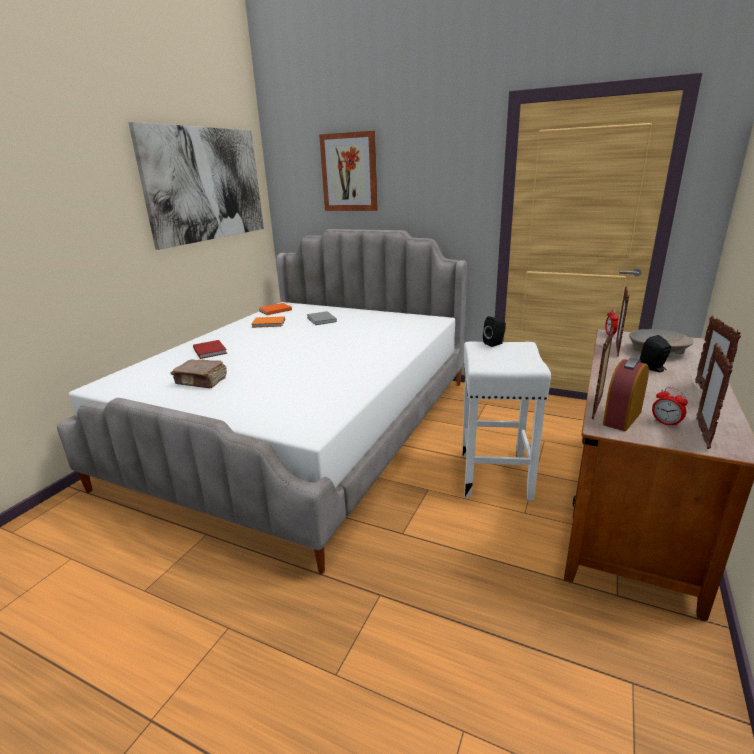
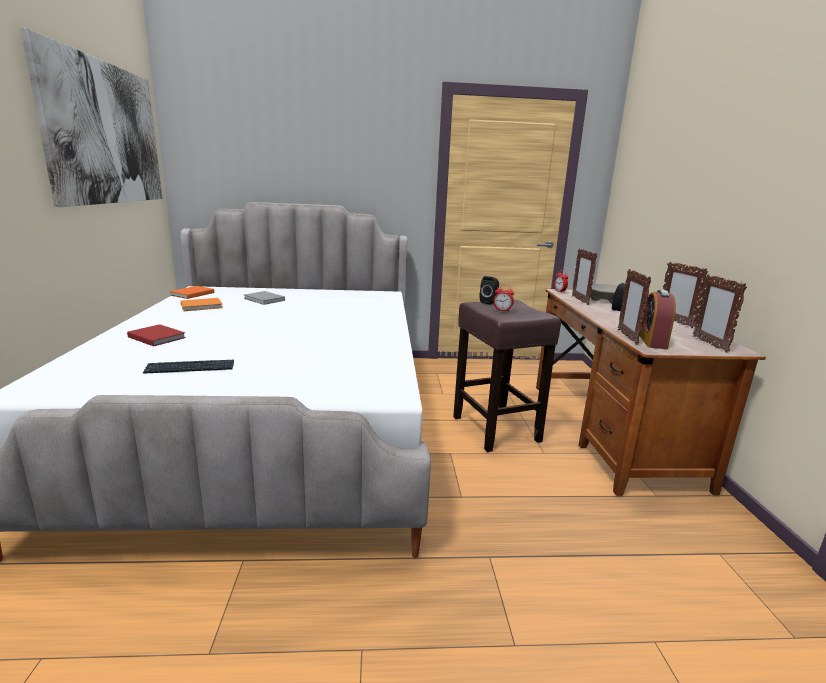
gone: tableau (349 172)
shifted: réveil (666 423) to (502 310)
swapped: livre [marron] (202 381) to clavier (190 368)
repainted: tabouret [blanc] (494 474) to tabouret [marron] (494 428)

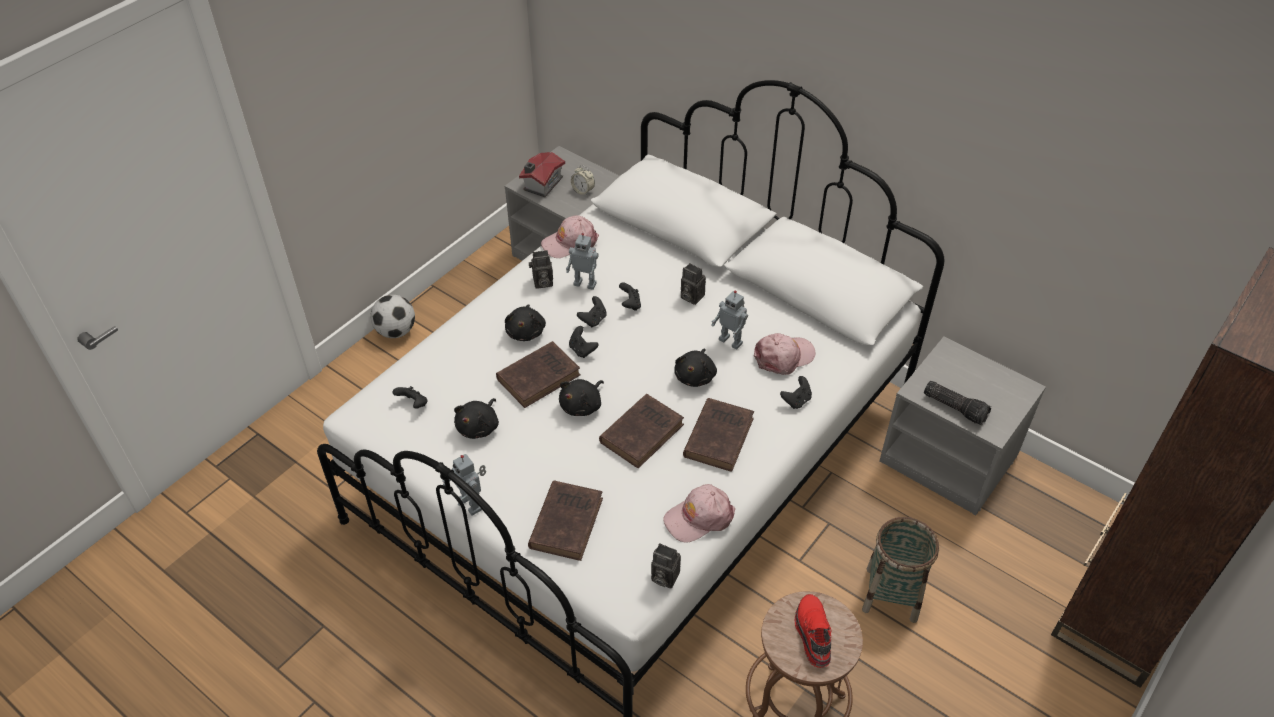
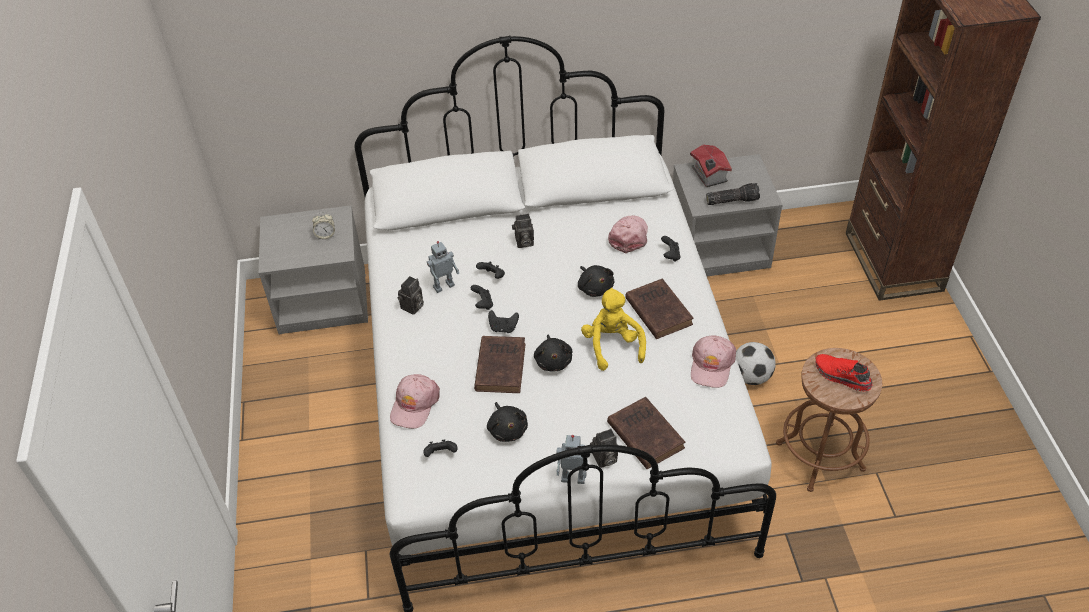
gone: peluche [noir] (526 331); robot jouet (731 341); panier (891 594)
shifted: ballon de foot (396 331) to (751 377); maison miniature (541 184) to (708 175); casquette [rose] (570 242) to (414 405); appareil photo (663 577) to (604 459)
swapped: livre [marron] (643 432) to peluche [jaune] (612 345)

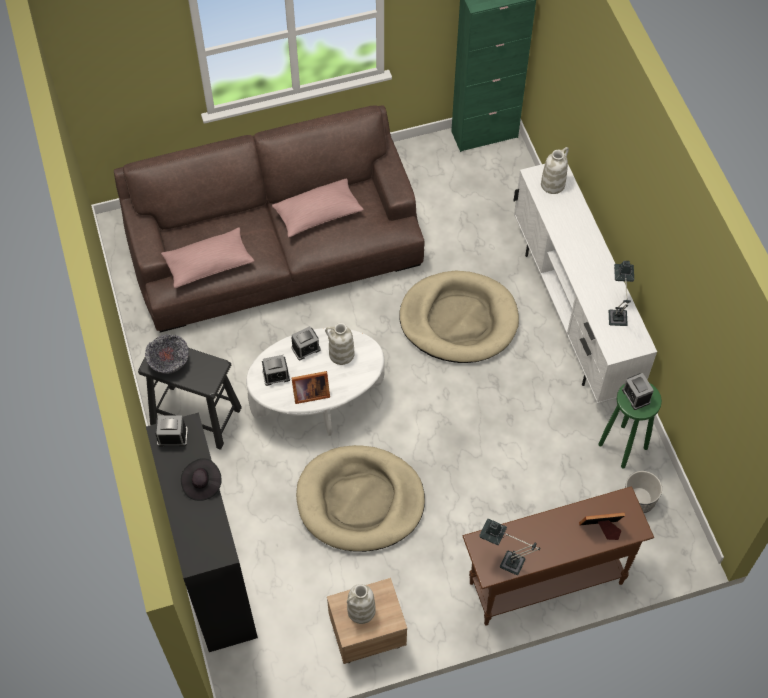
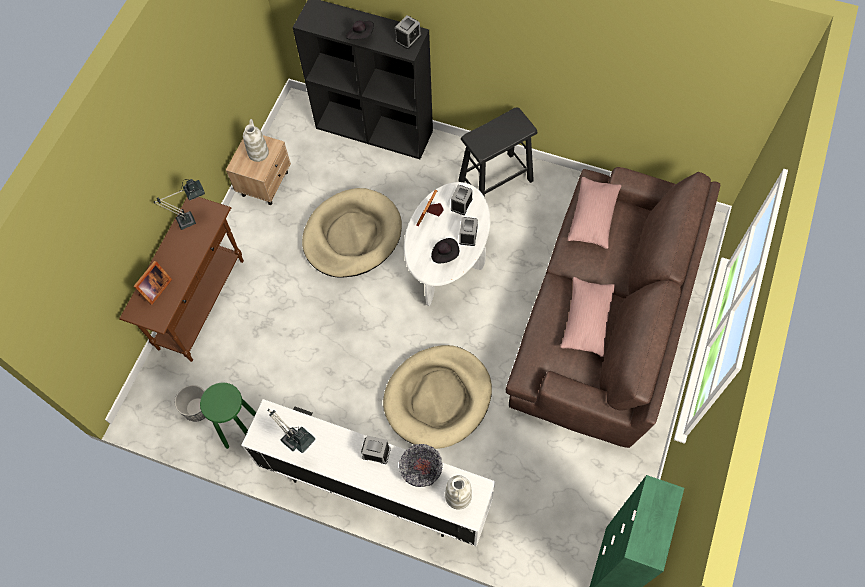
shifted: bol (169 362) to (421 469); réveil (636 396) to (376 452)
swapped: vase [blanc] (341 354) to chapeau [noir] (445 254)

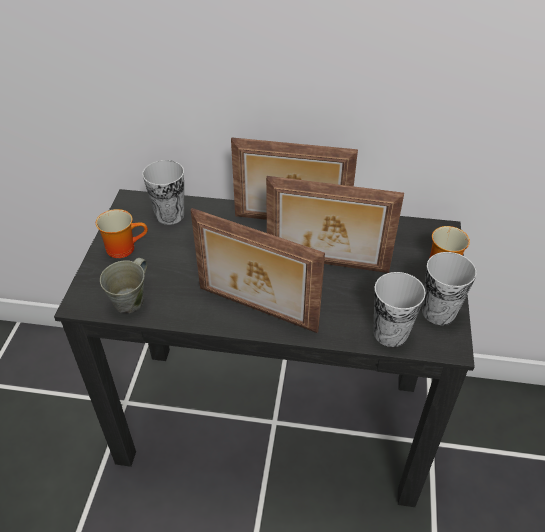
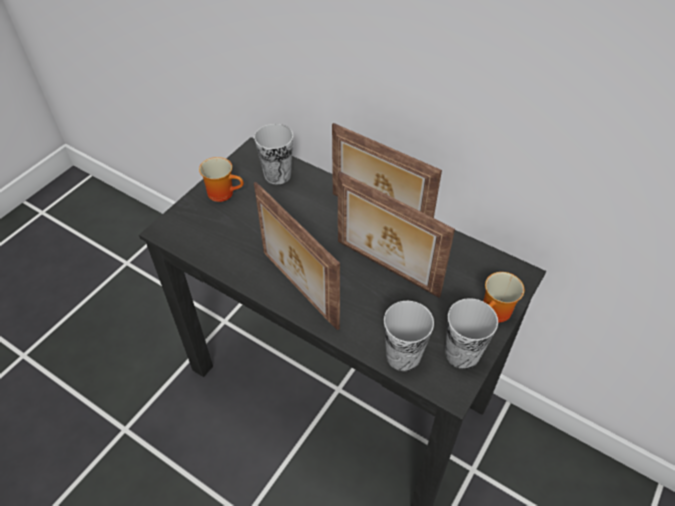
gone: mug [gris] (131 300)

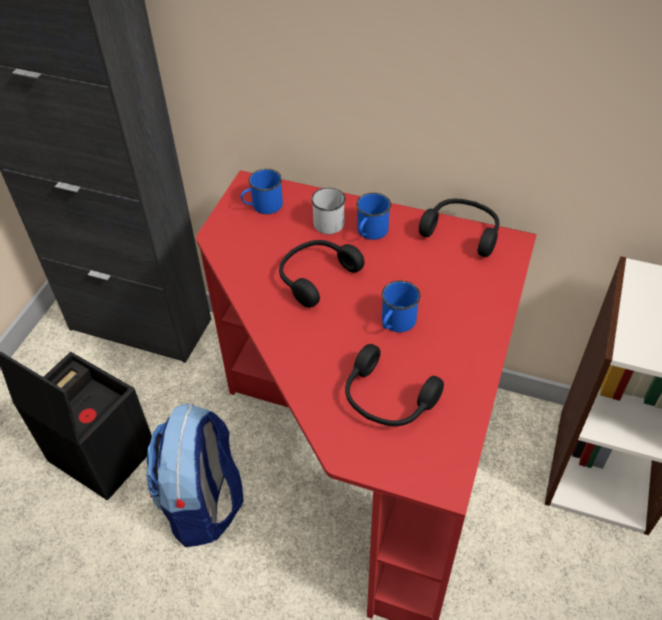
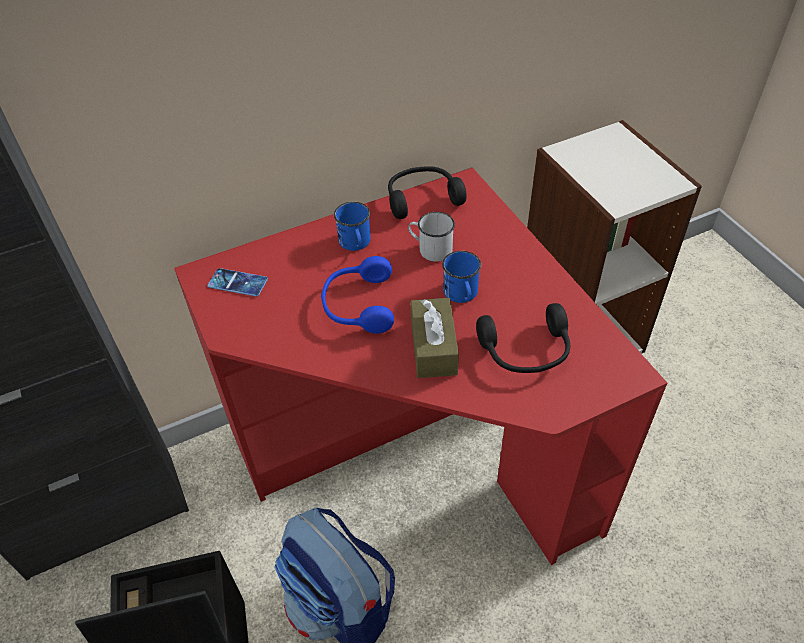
new: boîte à mouchoirs [marron] (433 347)
shifted: mug [blanc] (327 220) to (430 249)
swapped: mug [bleu] (263 206) to téléphone (237 283)
repainted: casque audio [noir] (316 276) to casque audio [bleu] (358 305)

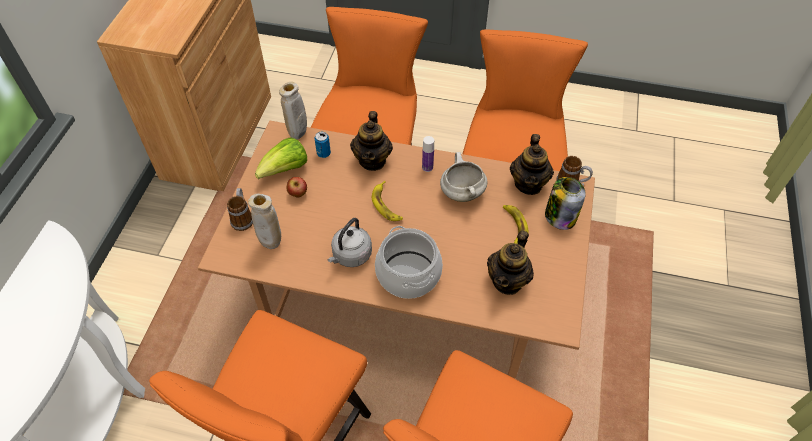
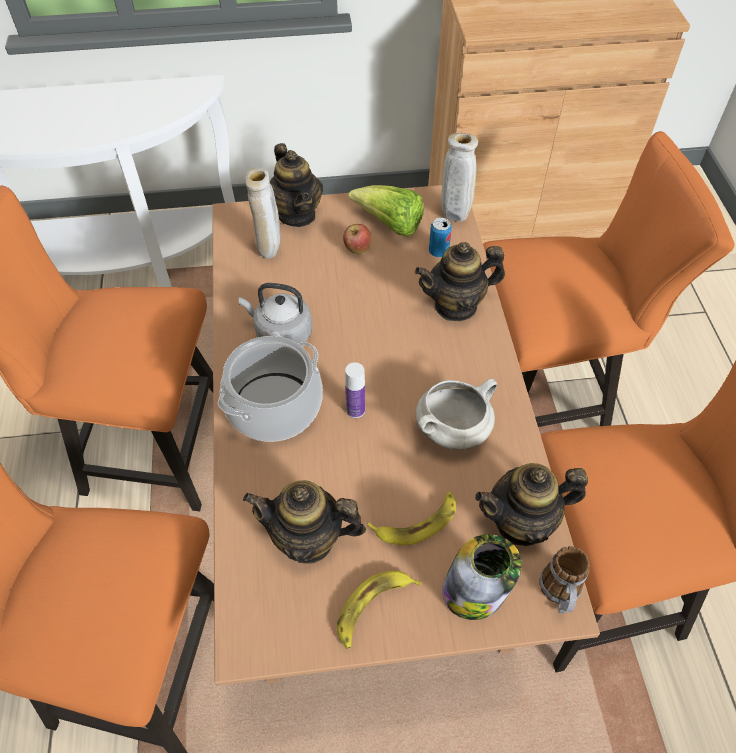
shifted: banane (386 205) to (373 608); bouteille (427 167) to (355 410)
swapped: mug (243 218) to théière (297 214)

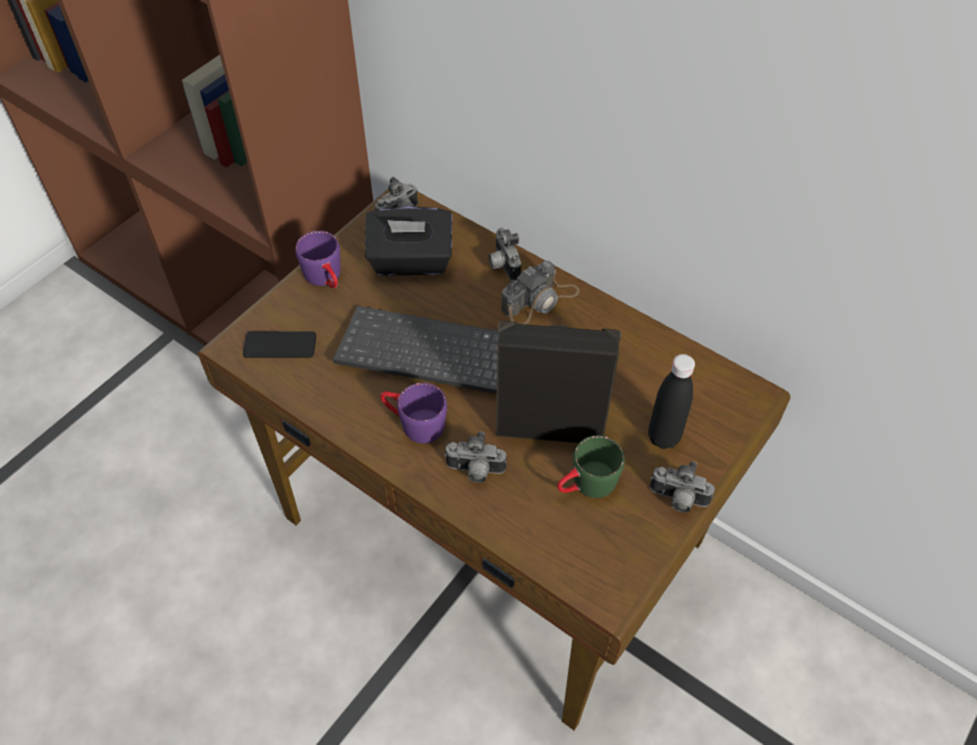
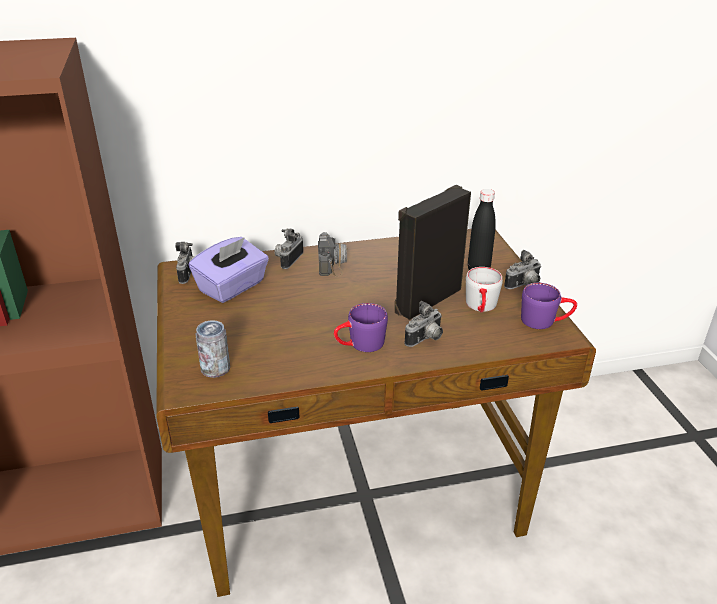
gone: clavier (422 354)
shifted: mug [violet] (326 278) to (545 321)
swapped: téléphone (280 345) to boîte métallique (215 369)
repainted: boîte à mouchoirs [noir] (411 261) to boîte à mouchoirs [violet] (232 287); mug [vert] (586 485) to mug [gris] (481 307)
rotated: appareil photo (502 265) = (288 259) 90 degrees clockwise

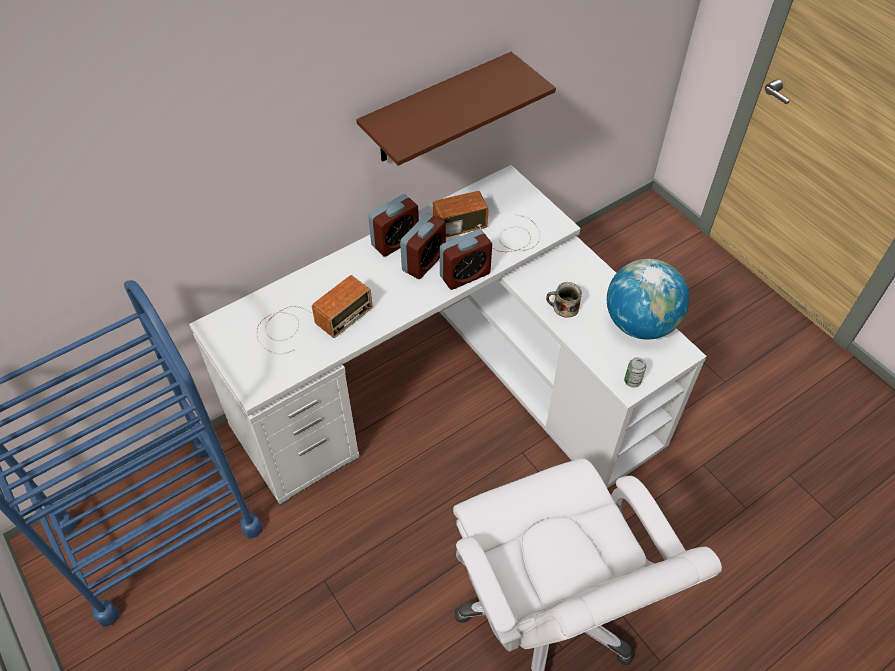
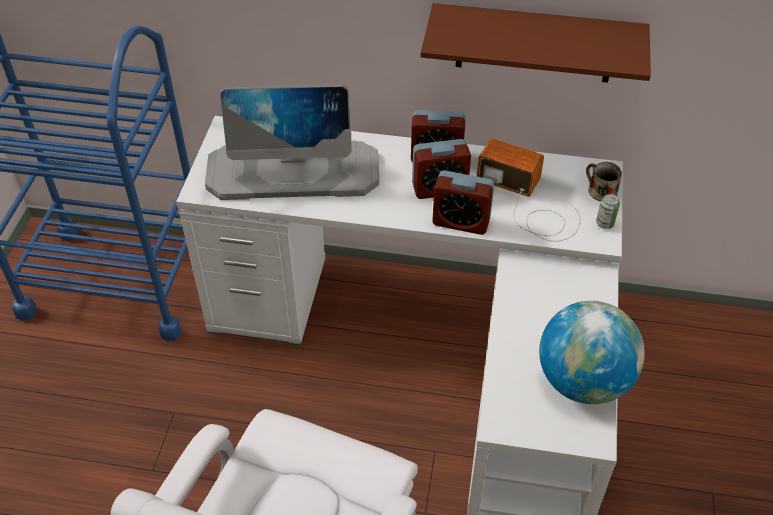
shifted: mug (564 307) to (600 191); boîte métallique (632 381) to (604 223)
swapped: radio (309 322) to écran d'ordinateur (294 172)

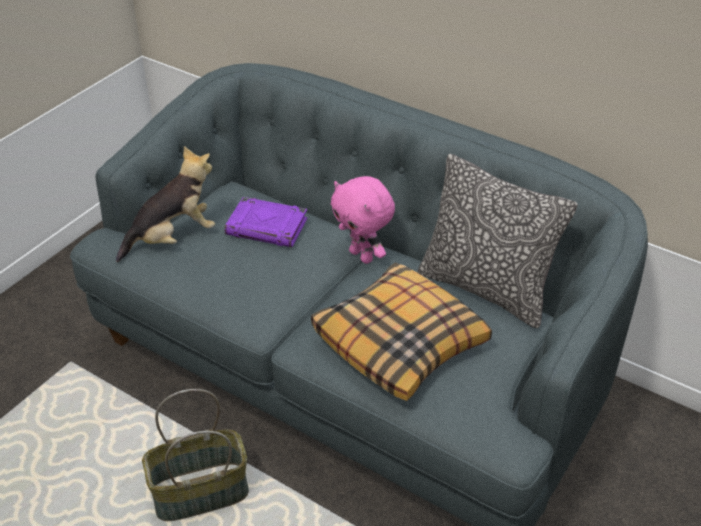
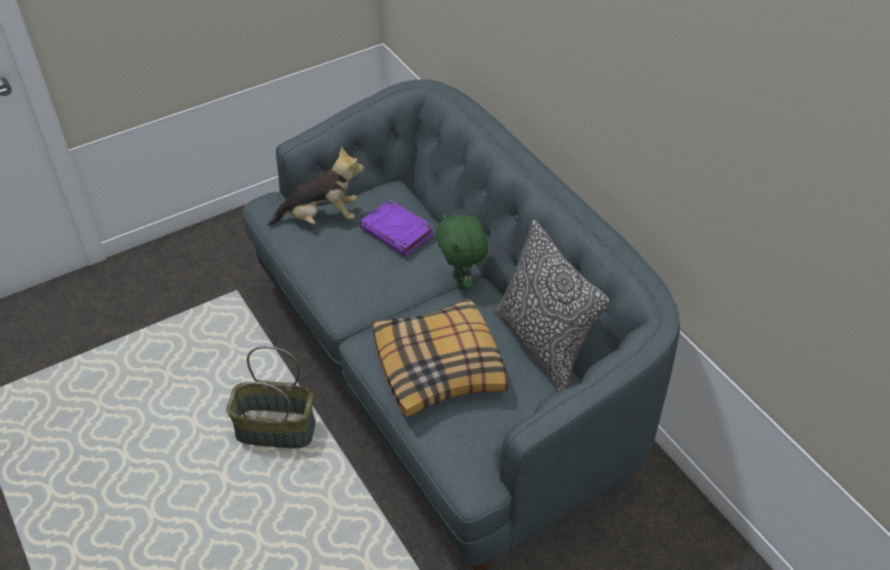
repainted: peluche [rose] (362 256) to peluche [vert] (462 281)

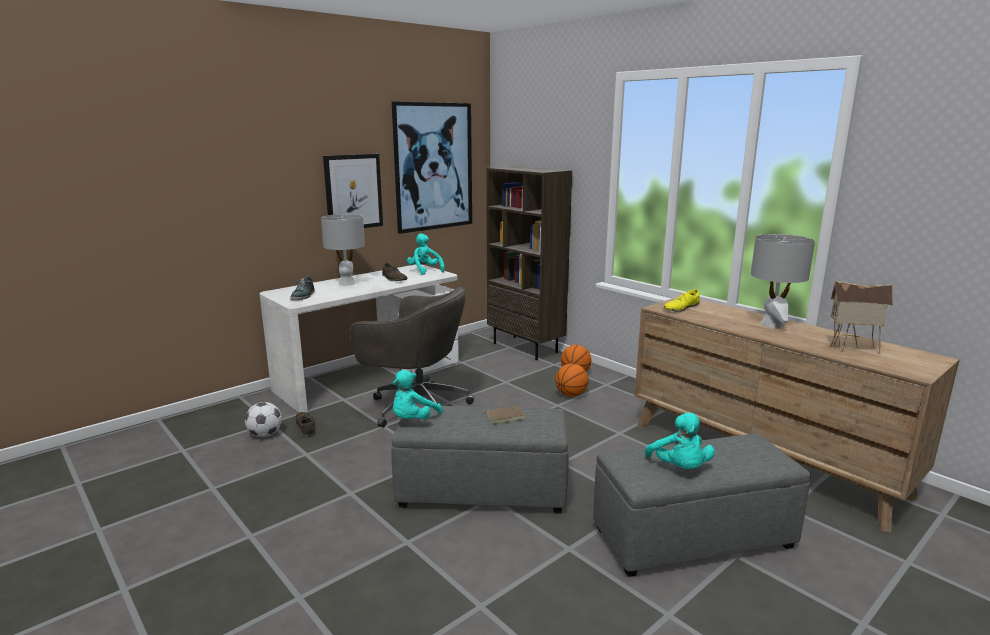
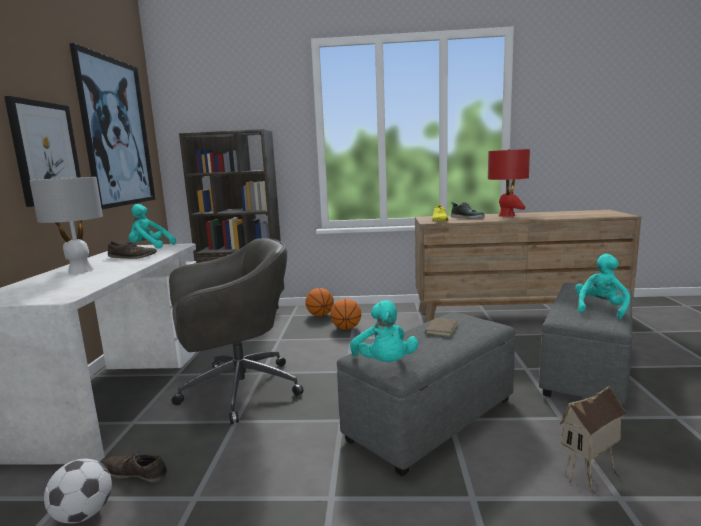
shifted: chaussure (303 296) to (467 217); maison miniature (852 350) to (590 475)
repainted: lampe de table [gris] (772 324) to lampe de table [rouge] (506 215)
rotated: peluche [turquoise] (679 468) = (600 309) 90 degrees counterclockwise

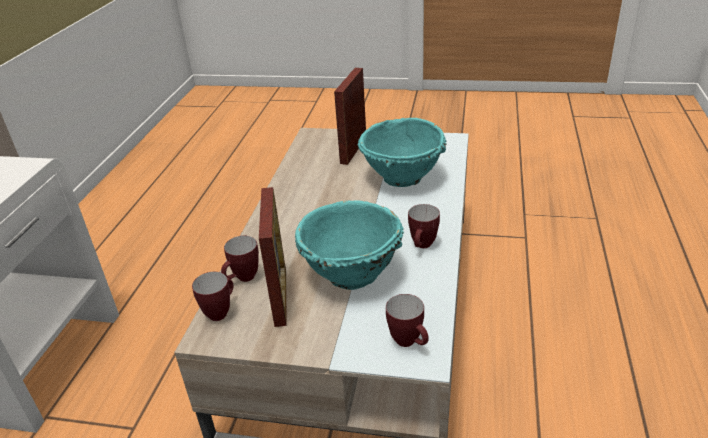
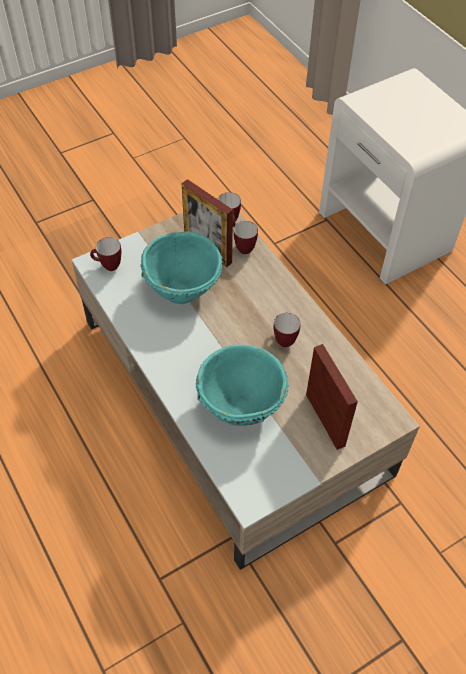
shifted: mug (422 246) to (283 339)

